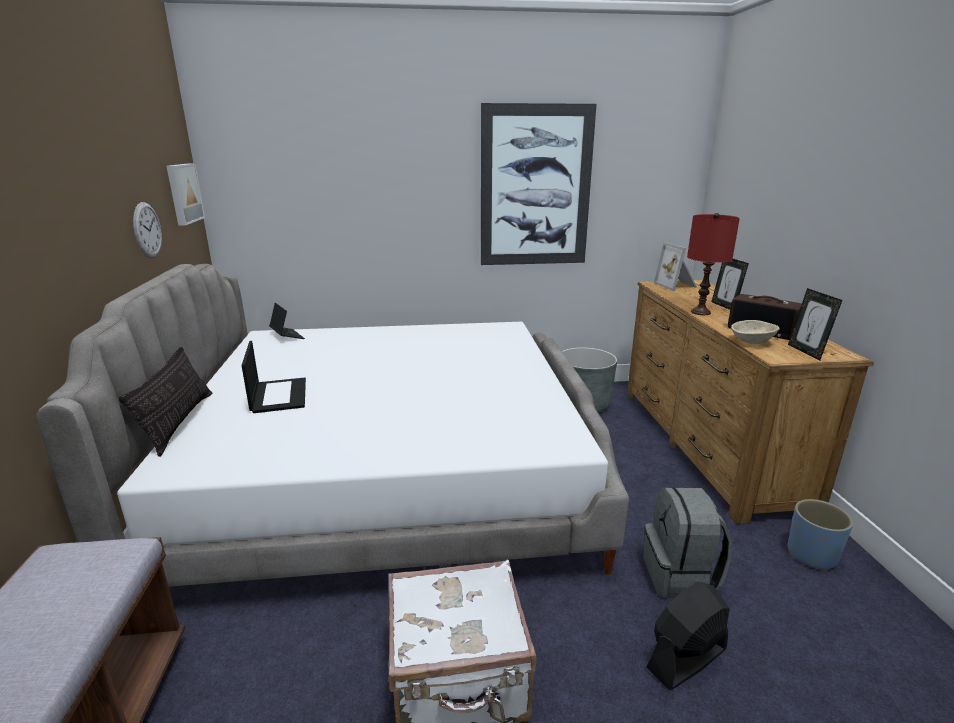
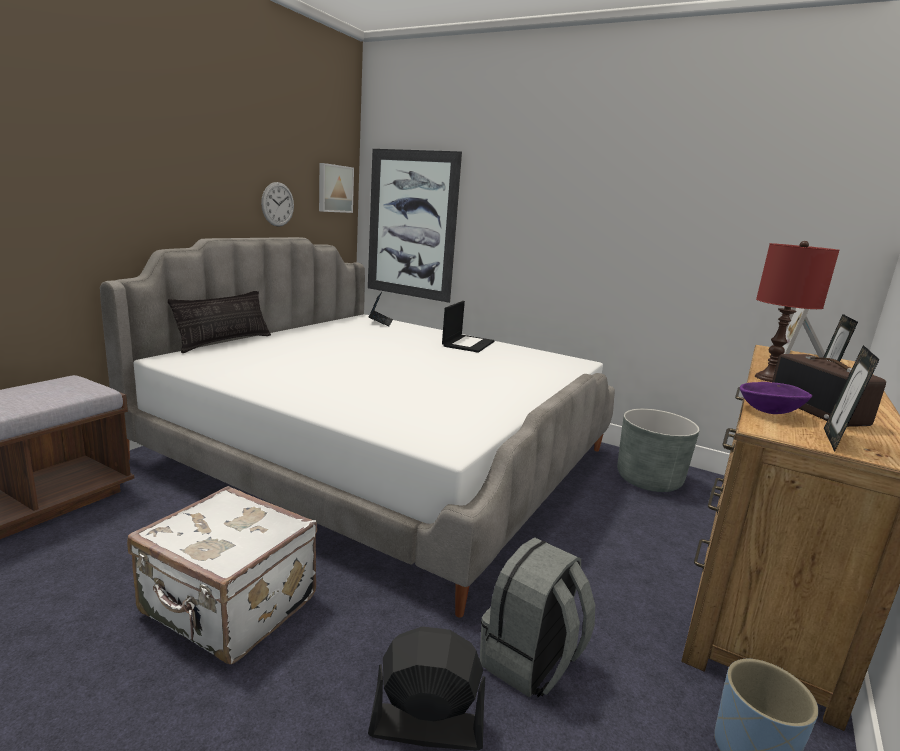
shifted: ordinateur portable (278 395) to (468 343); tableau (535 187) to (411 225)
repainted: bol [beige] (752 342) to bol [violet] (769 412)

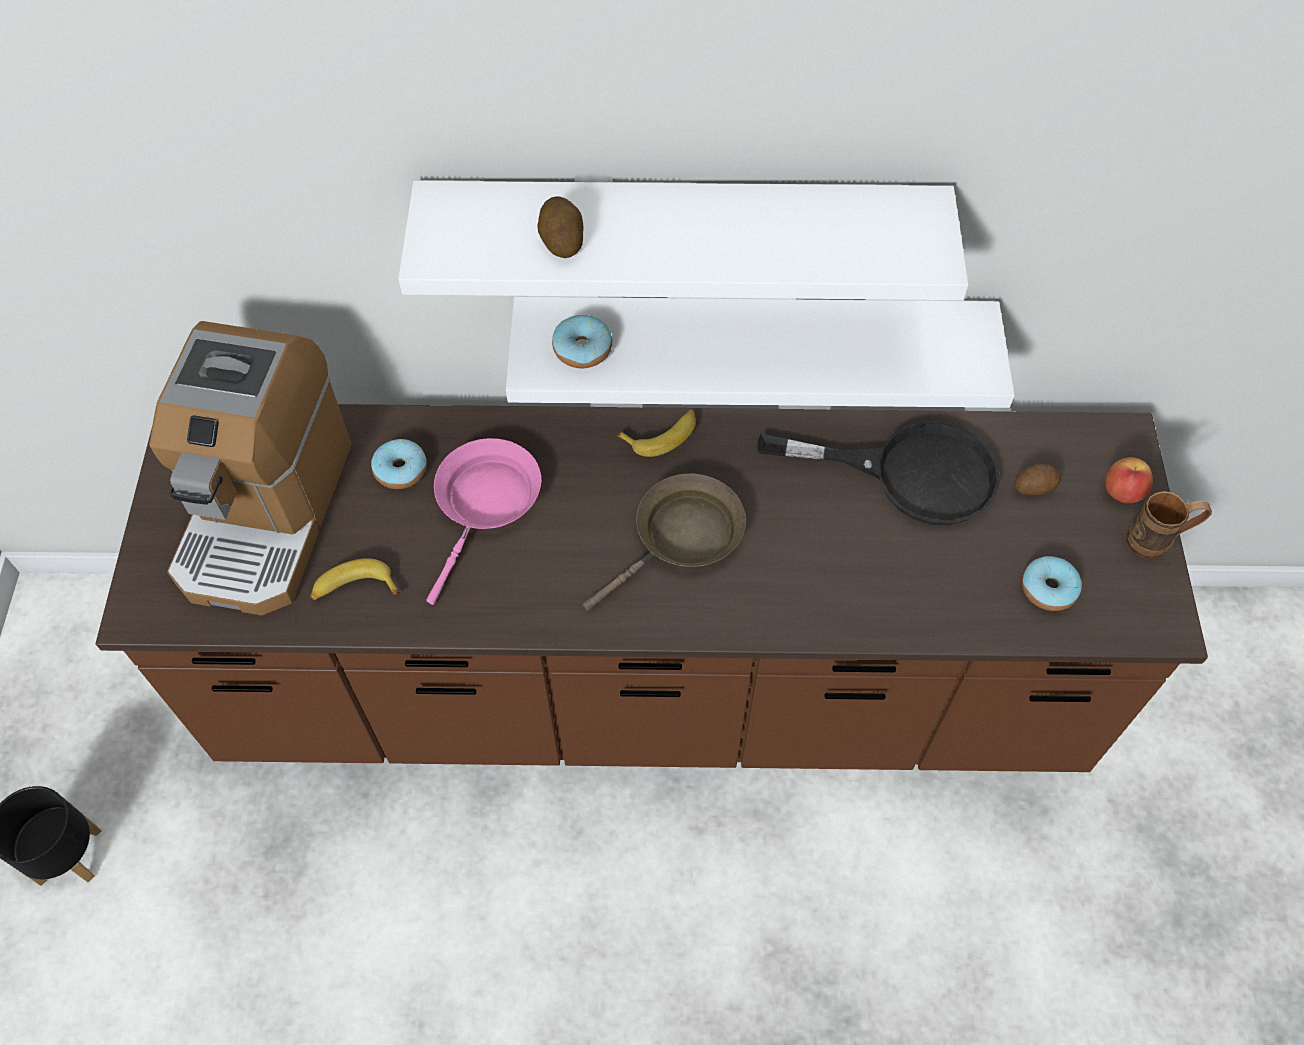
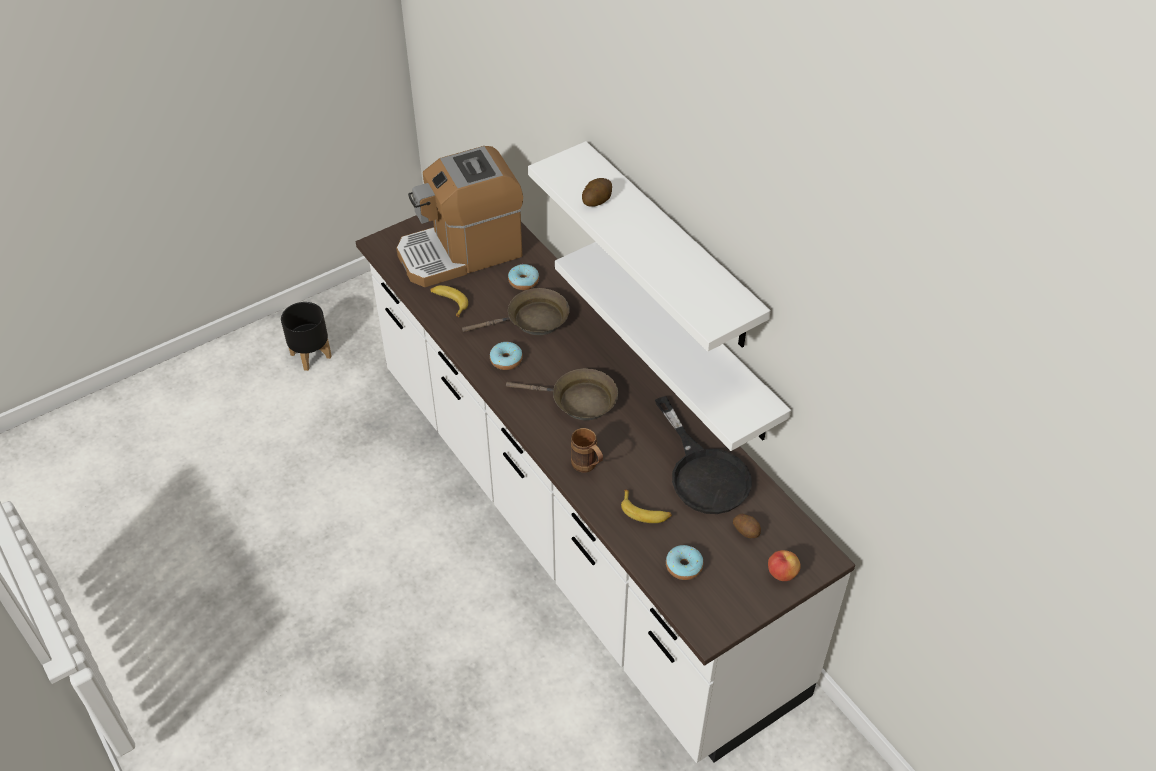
shifted: beignet (582 349) to (506 360); banane (662 435) to (645 511); mug [marron] (1157 541) to (587 467)
repainted: comptoir de cuisine [marron] (652 689) to comptoir de cuisine [blanc] (578 527); poêle [rose] (486 504) to poêle [marron] (532 320)

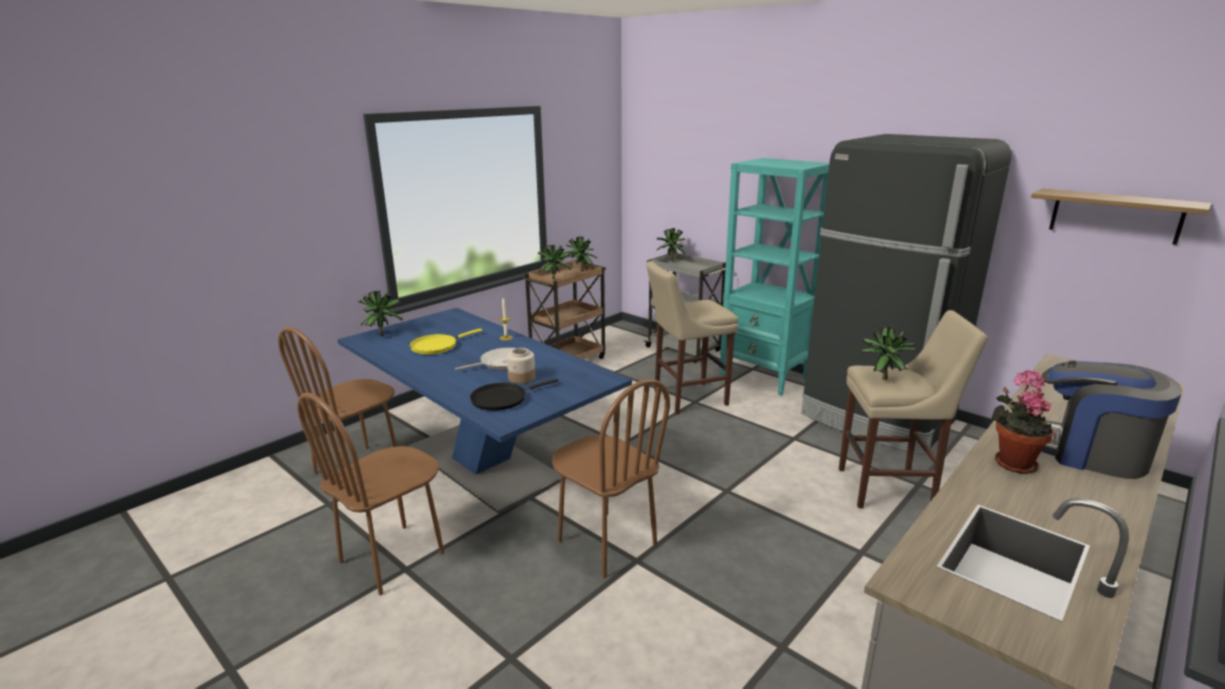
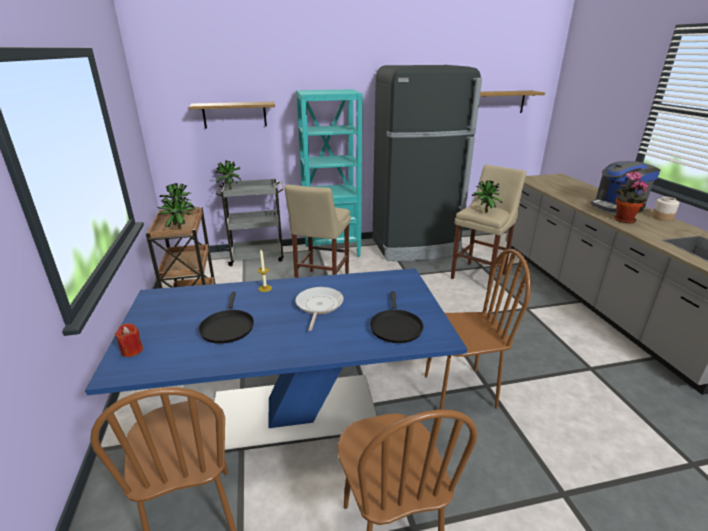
new: étagère (234 115)
shifted: bocal (521 378) to (662 217)
swapped: plante en pot (383 333) to bougie [rouge] (132 350)
repainted: poêle [jaune] (436 346) to poêle [noir] (227 327)

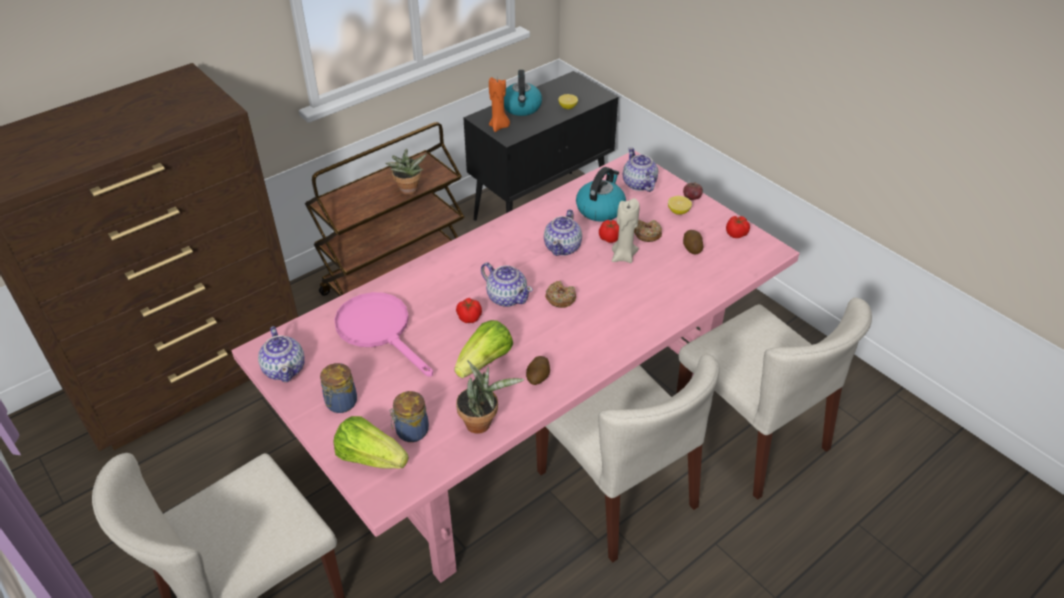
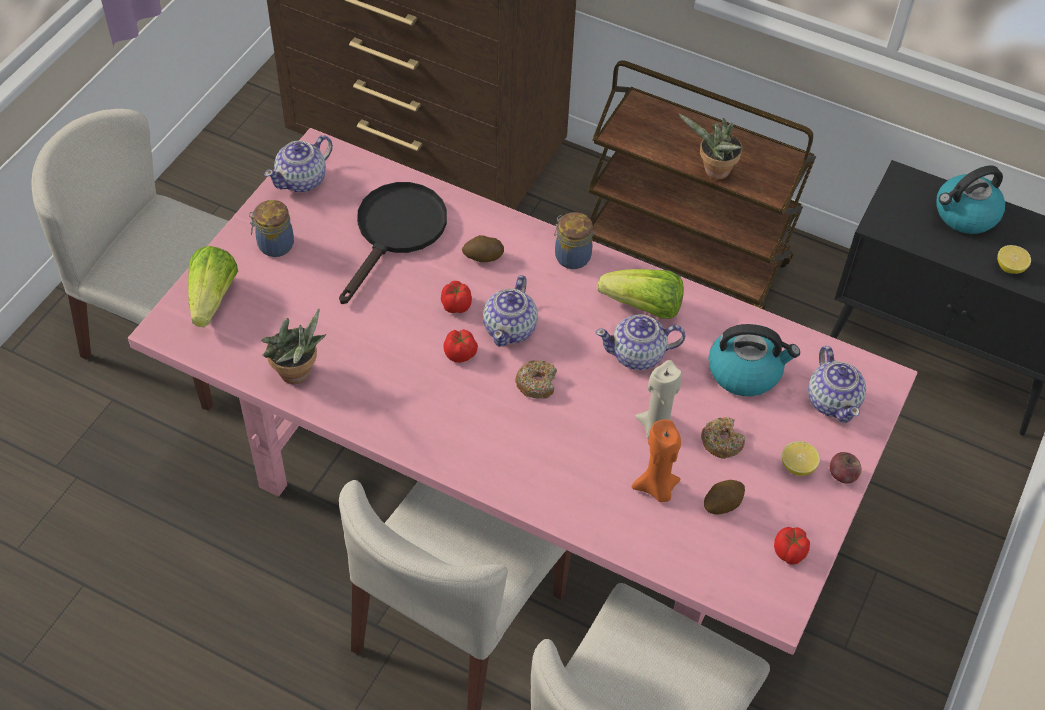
shifted: bocal (411 431) to (571 256); laitue (485 362) to (643 307); bougie [orange] (499 127) to (656 488); pomme de terre (538 377) to (483 257); tomate (609 238) to (461 354)
repainted: poêle [rose] (379 330) to poêle [noir] (396 233)
rotated: théière (639 184) = (833 401) 120 degrees clockwise

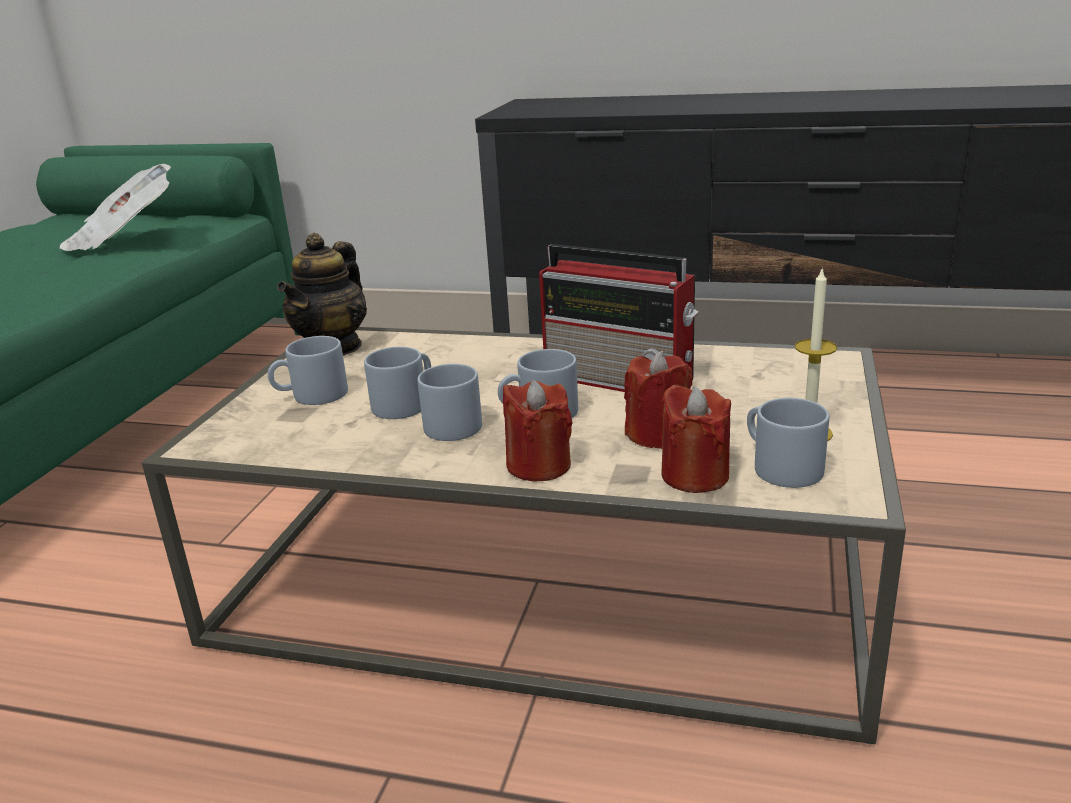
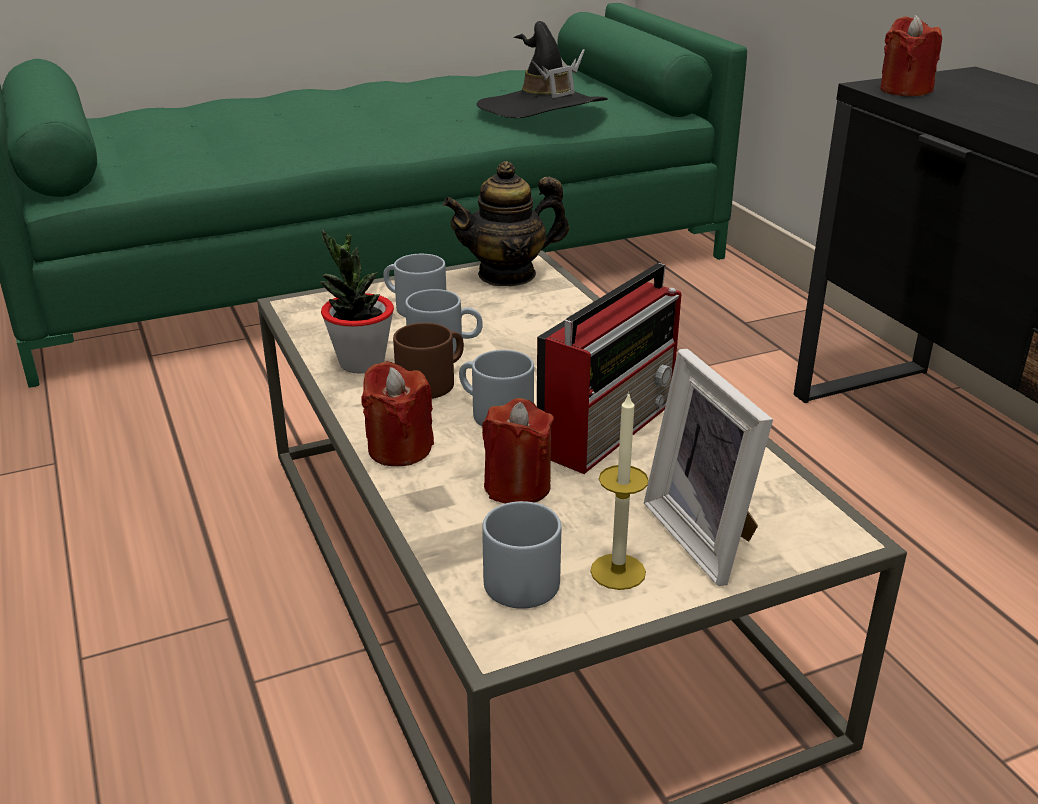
new: plante en pot (361 363); cadre photo (707 536)
shifted: bougie [rouge] (694 476) to (904 90)
swapped: journal (123 240) to chapeau [noir] (542 110)
repainted: mug [gris] (451 423) to mug [marron] (432 381)
rotated: radio (621 380) = (610 426) 135 degrees counterclockwise

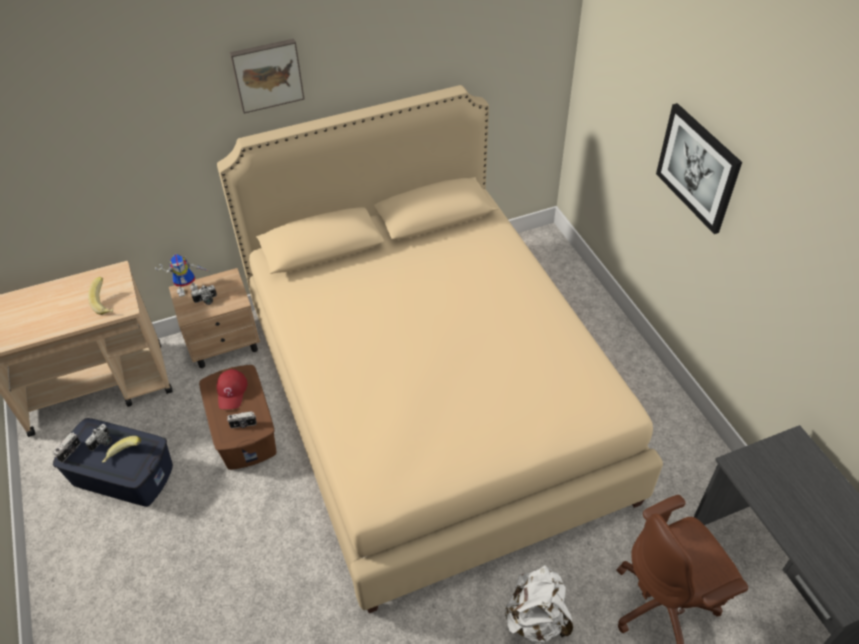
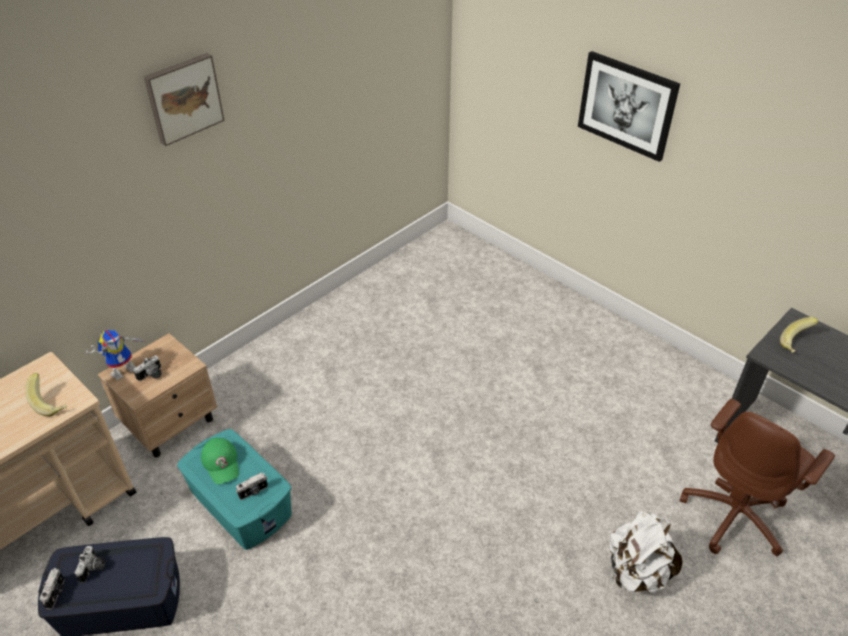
gone: lit [beige] (431 400)
shifted: banane (124 456) to (796 343)
repainted: boîte de rangement [marron] (244 429) to boîte de rangement [turquoise] (241 502); casquette [rouge] (232 391) to casquette [vert] (221 463)

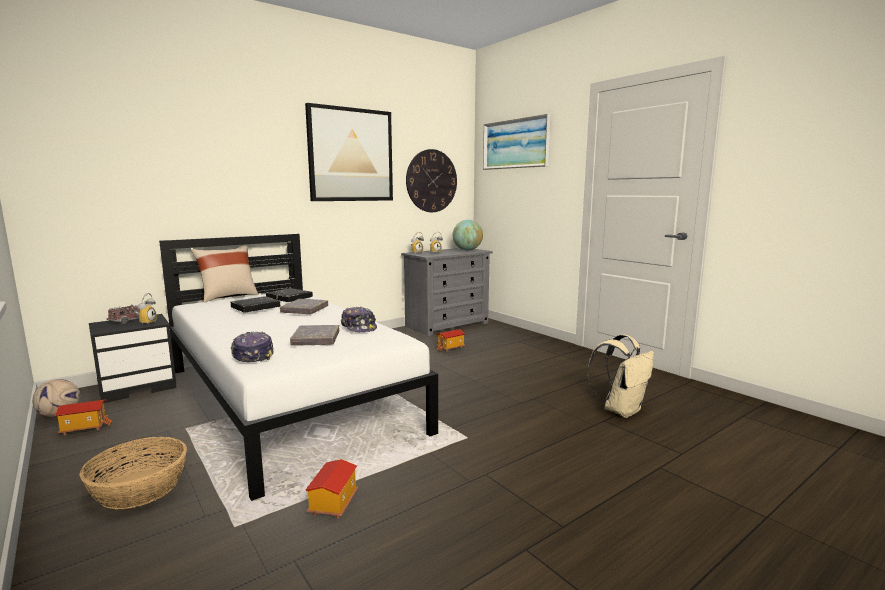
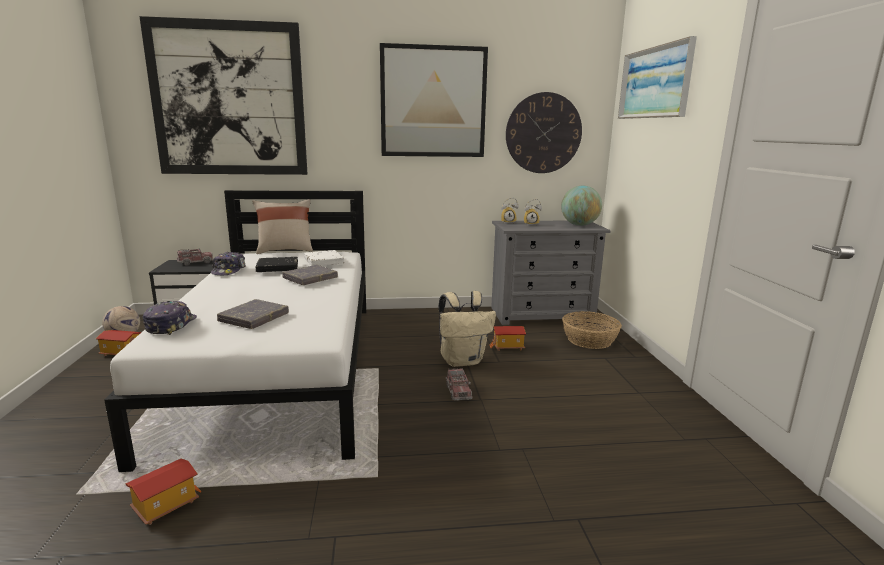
gone: réveil (146 323)
new: tableau (229 100); camion jouet (458 392)
shifted: panier (140 488) to (589 340); casquette (359 327) to (229 270); sac à dos [beige] (621 410) to (462 361)
repainted: livre [noir] (289 298) to livre [blanc] (324 261)

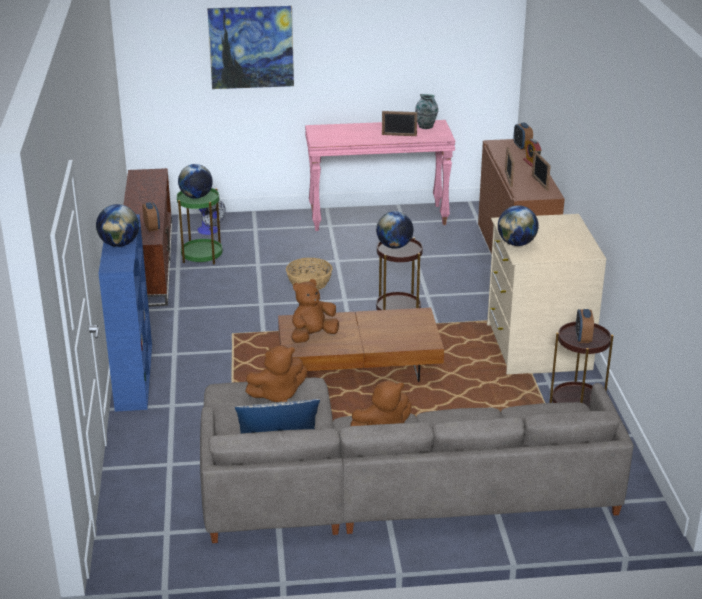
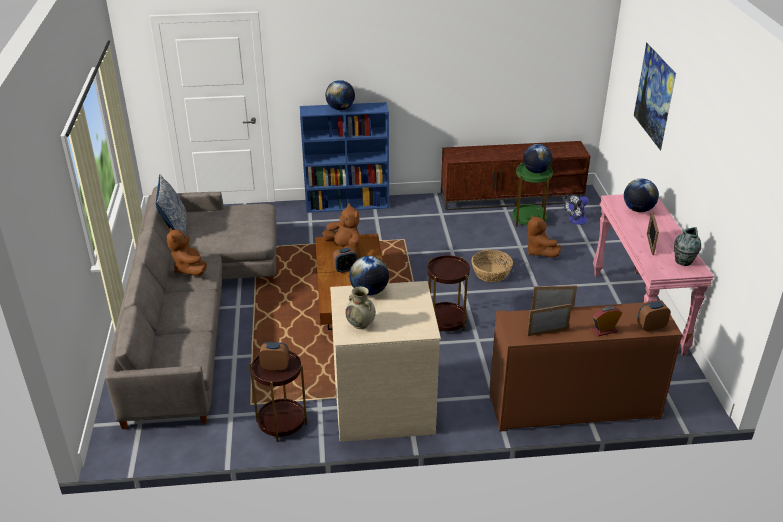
new: vase [beige] (361 324)
shifted: réveil (152 228) to (345 269); peluche [marron] (277 395) to (539 252); globe (394 246) to (638 209)

